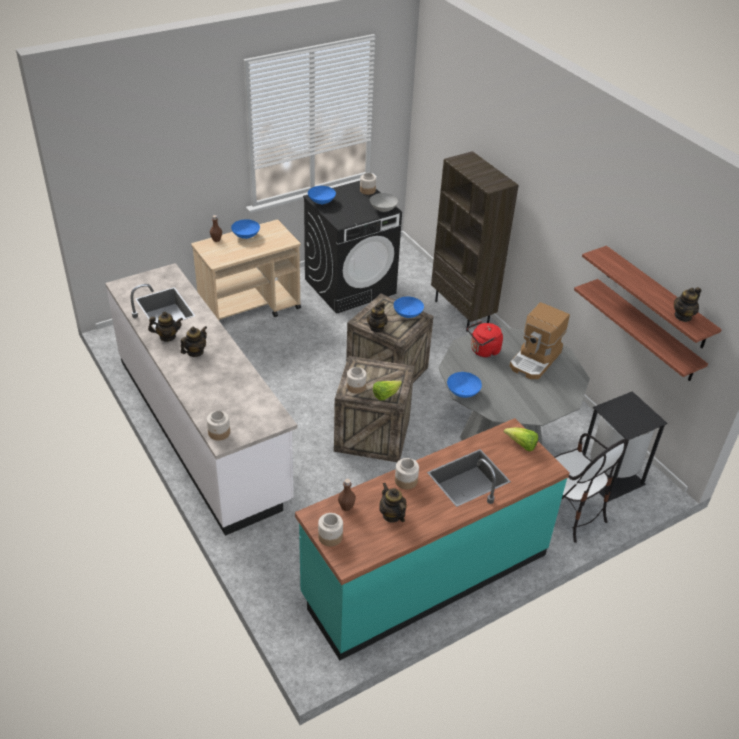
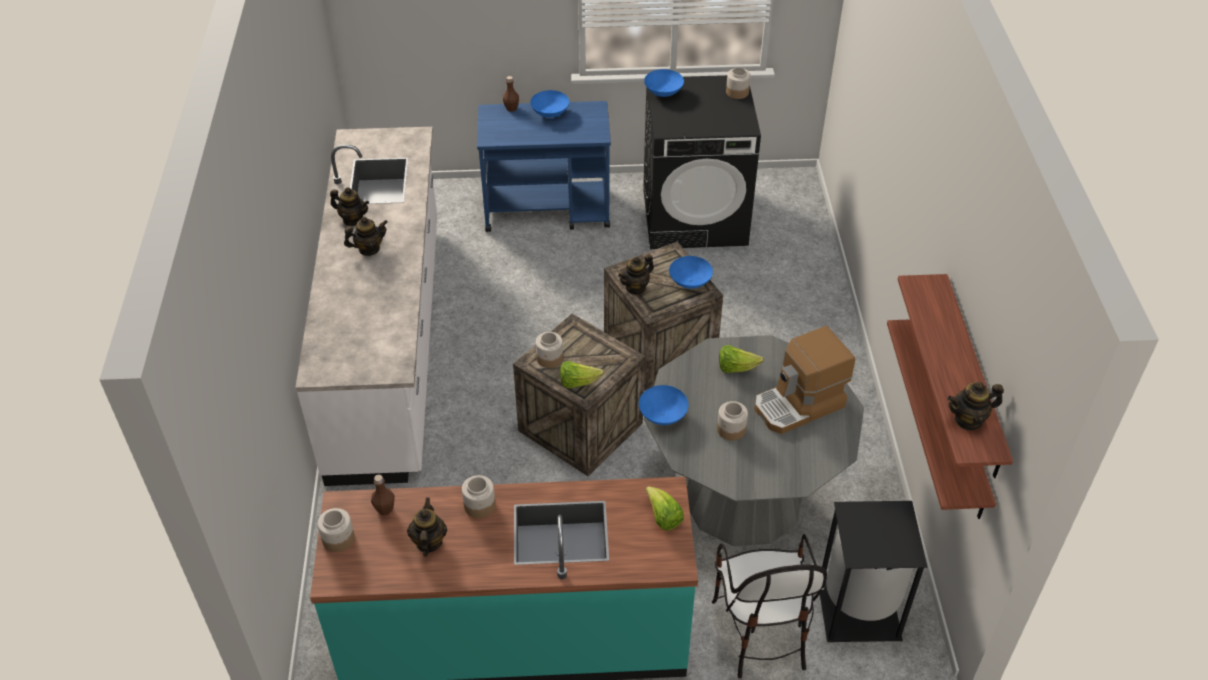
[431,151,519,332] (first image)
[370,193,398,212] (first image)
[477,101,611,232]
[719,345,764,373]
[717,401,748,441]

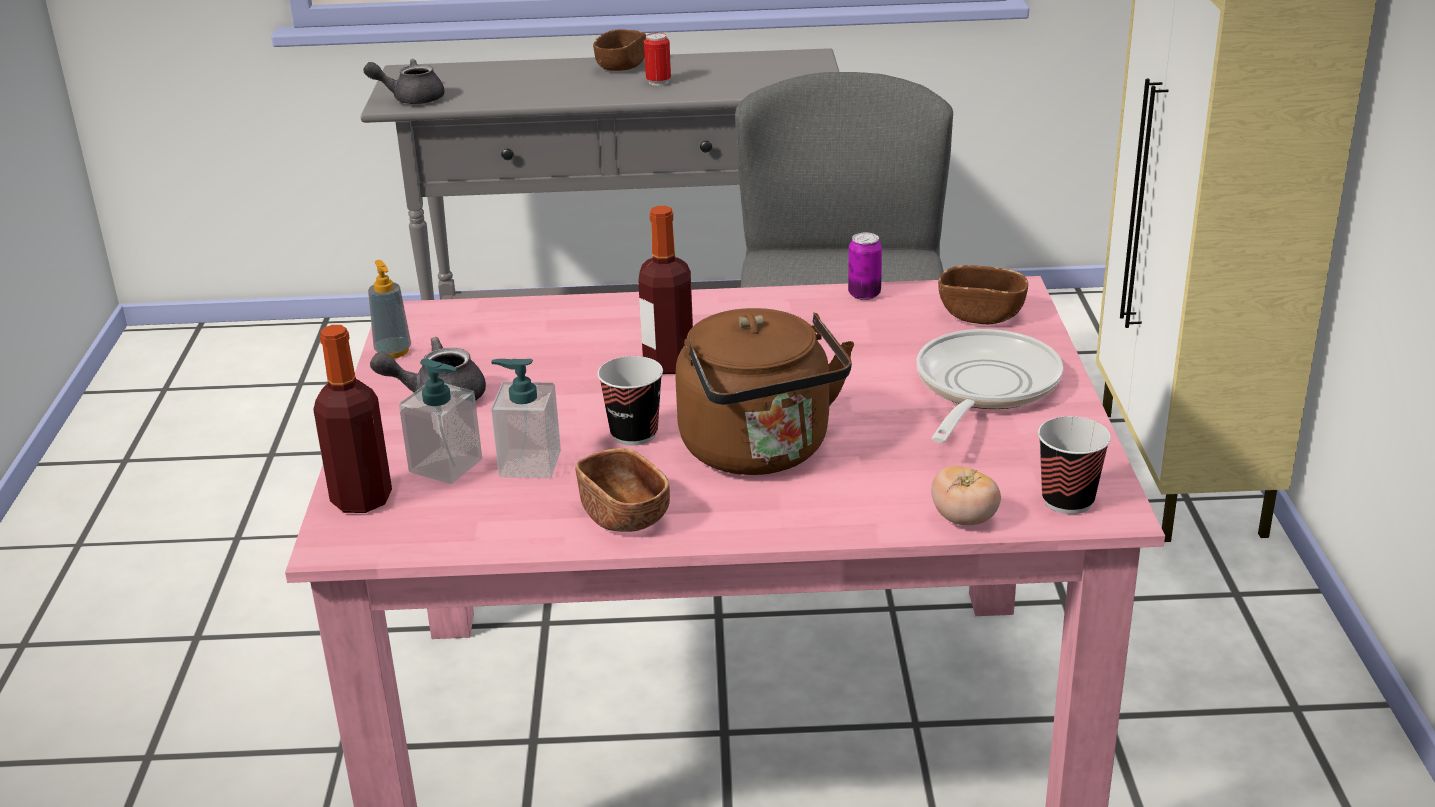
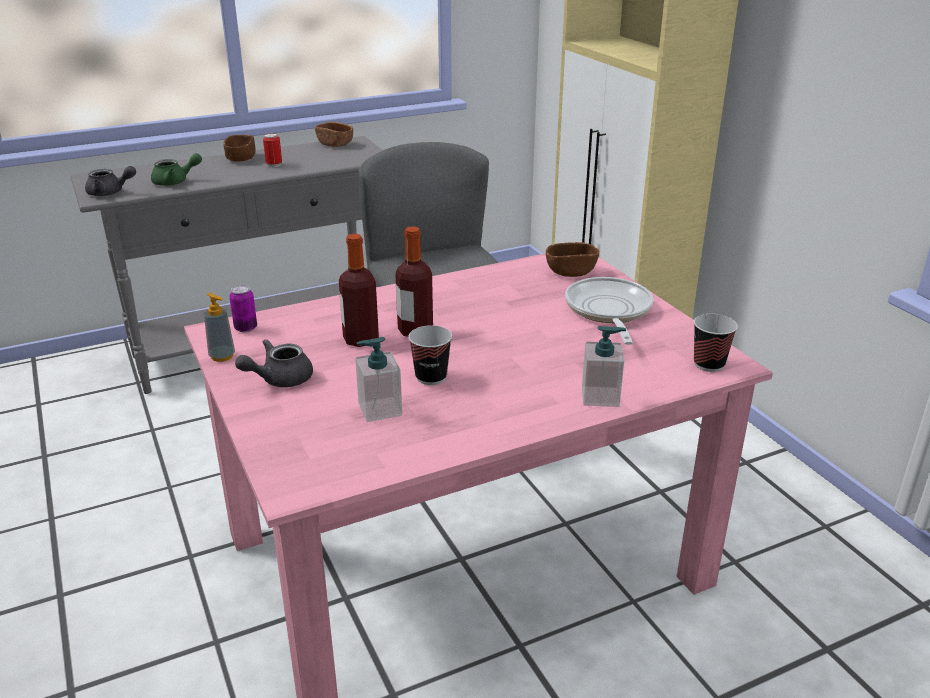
[85,166,136,196]
[229,285,257,332]
[675,308,854,475] (first image)
[339,234,379,347]
[582,326,626,407]
[315,122,353,147]
[931,466,1001,526] (first image)
[151,153,202,186]

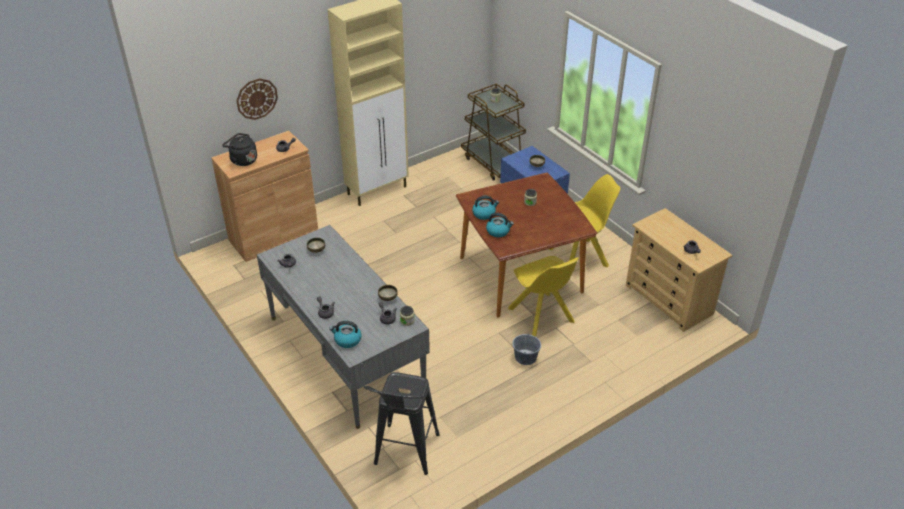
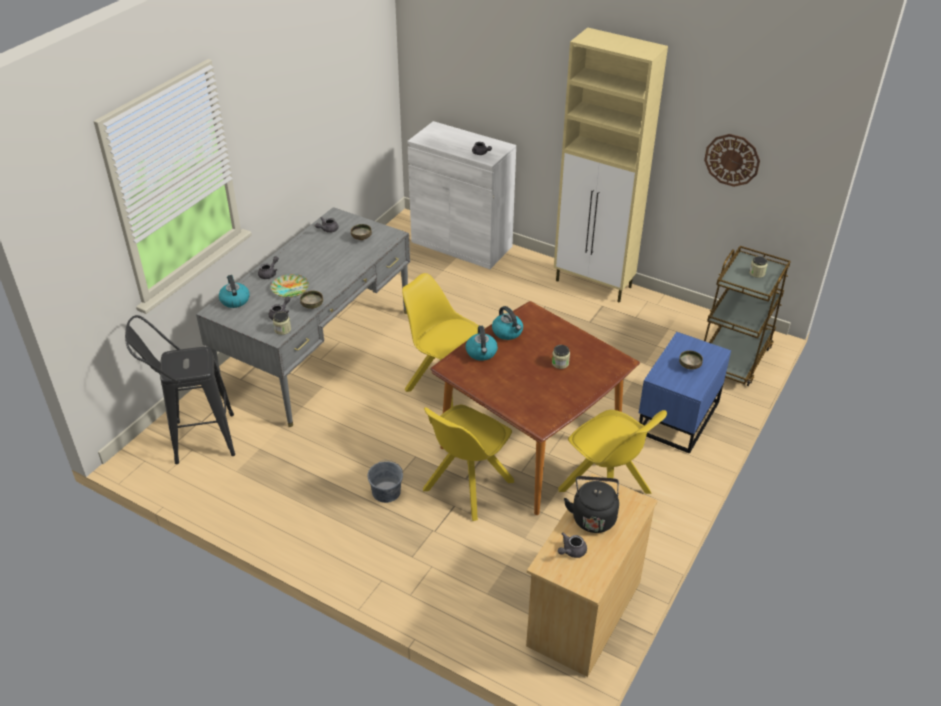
[704,134,760,187]
[407,121,516,269]
[564,476,619,533]
[402,273,478,408]
[271,274,309,298]

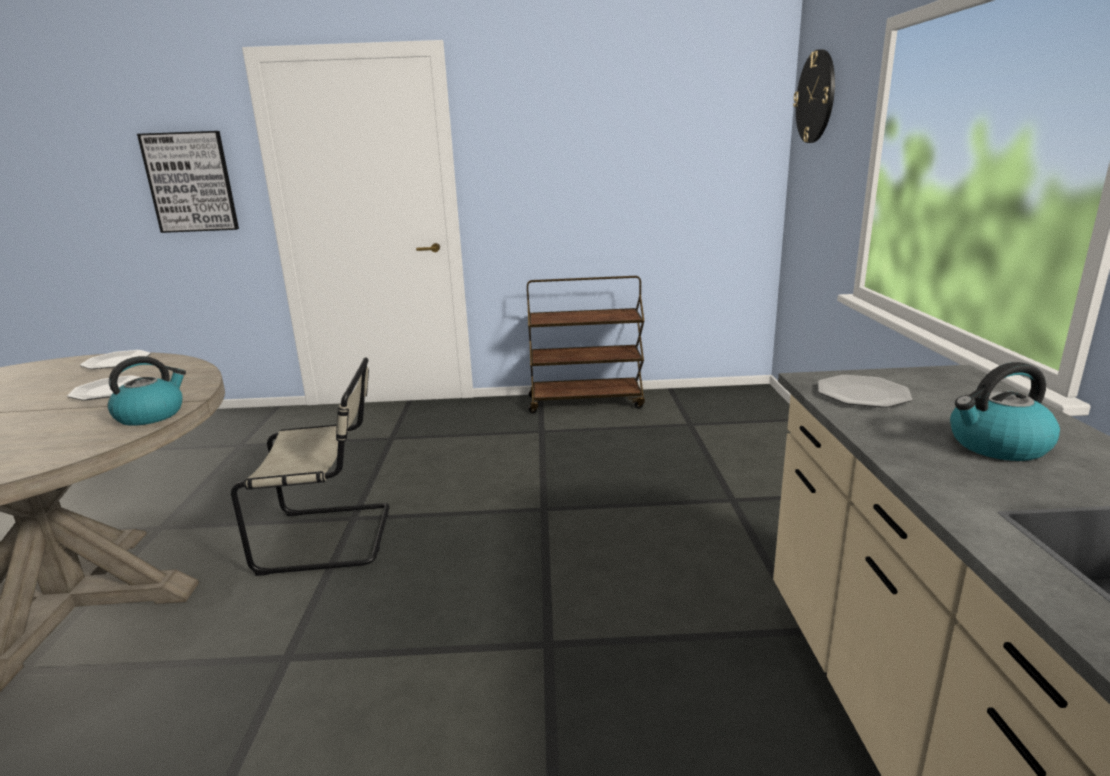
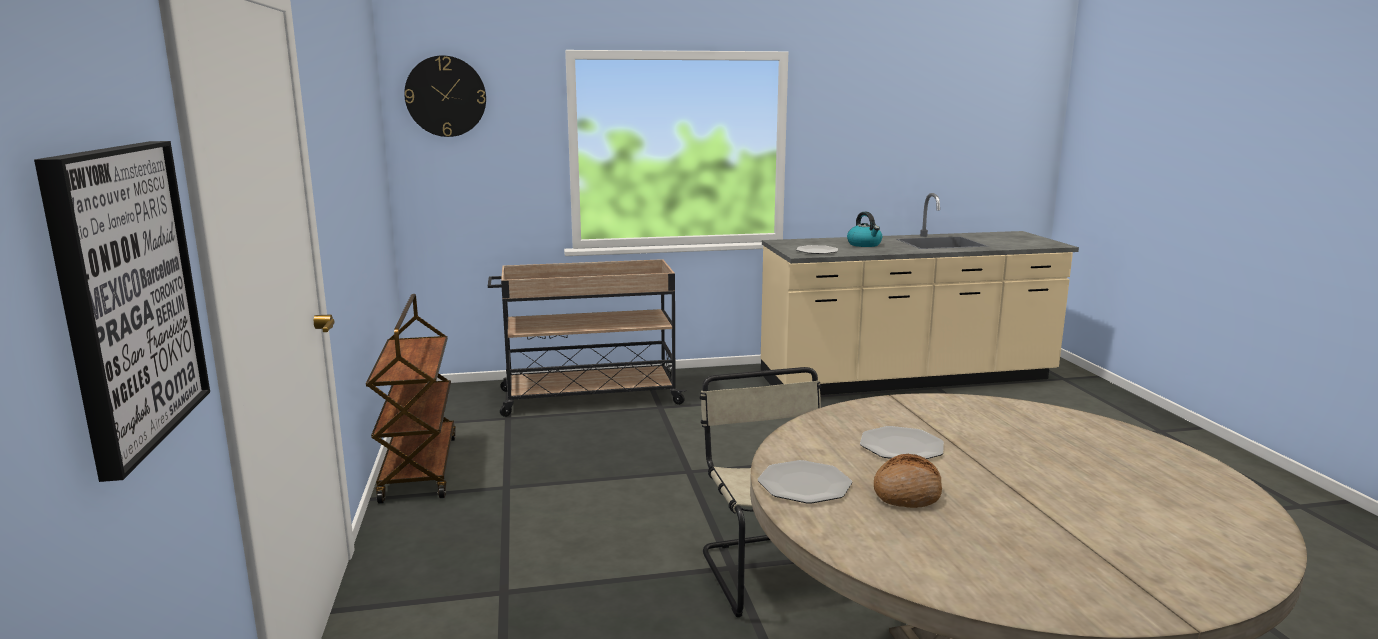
[108,356,186,426] (first image)
[488,259,686,417]
[874,454,942,508]

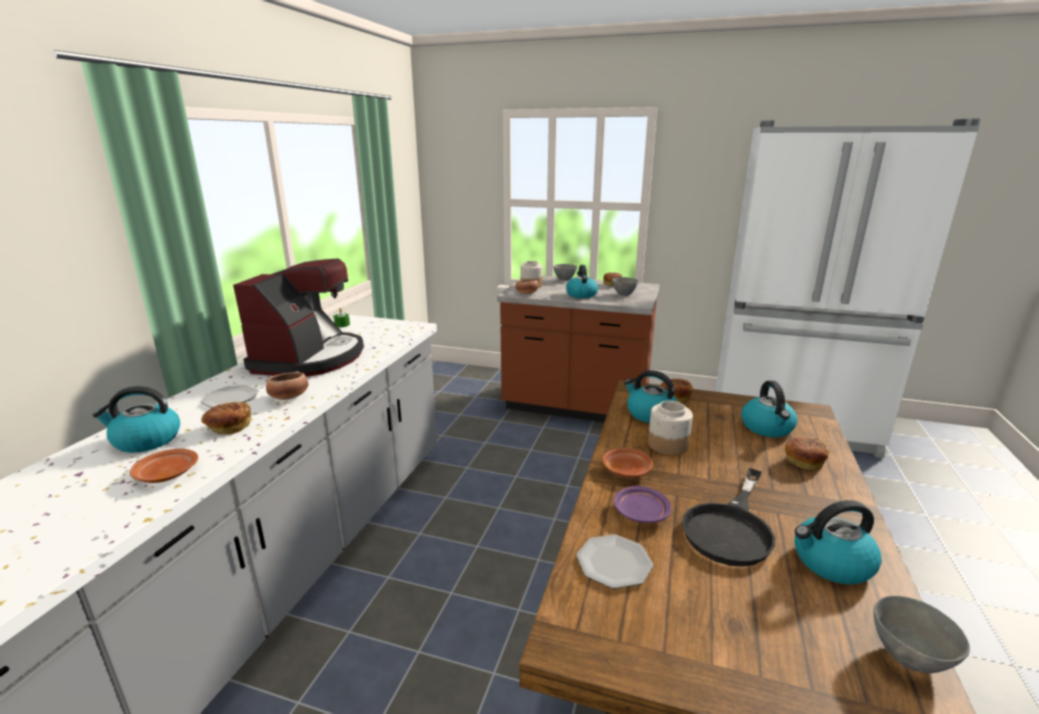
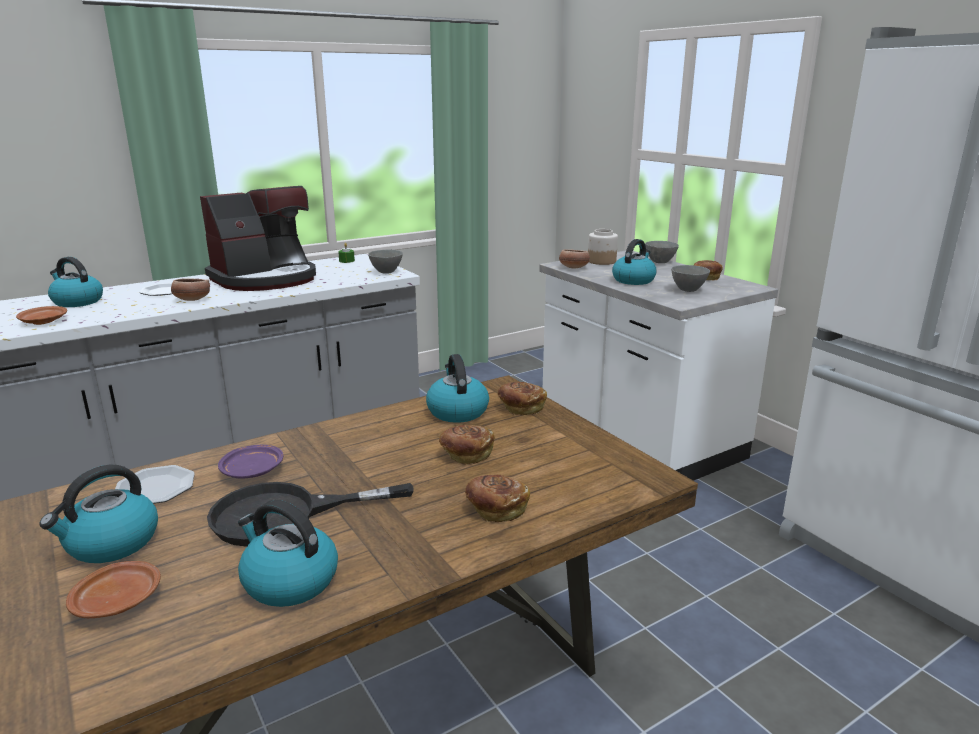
[539,250,778,481]
[39,465,158,563]
[648,401,693,455] (first image)
[439,425,495,465]
[66,561,161,618]
[368,250,403,274]

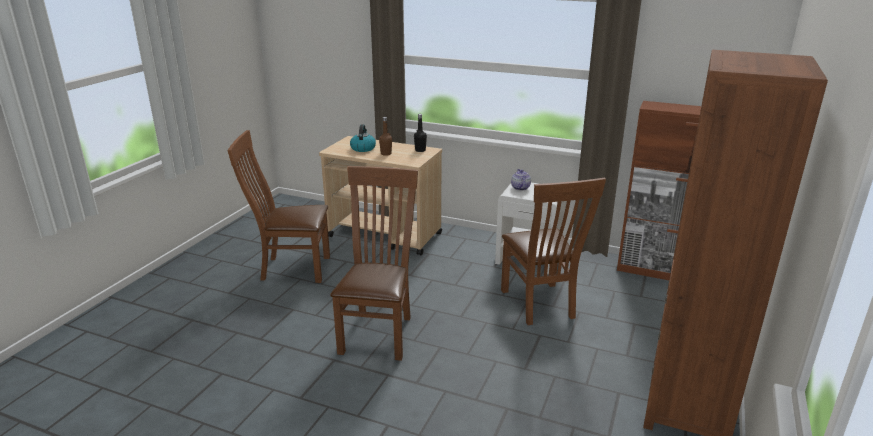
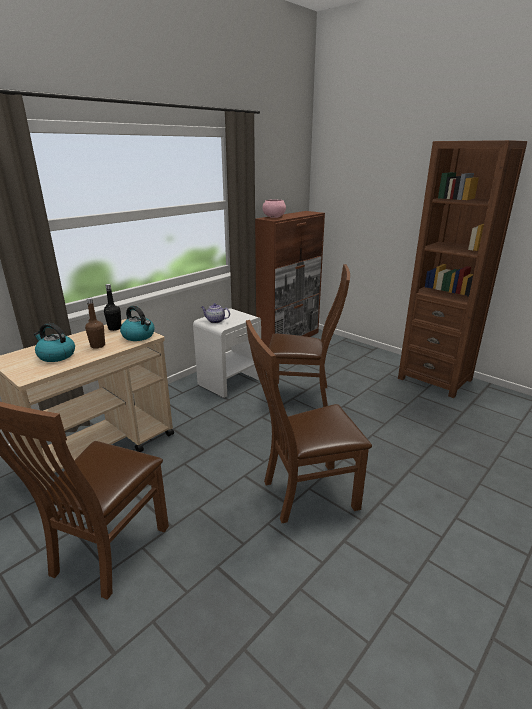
[246,320,372,523]
[262,200,286,218]
[120,306,154,341]

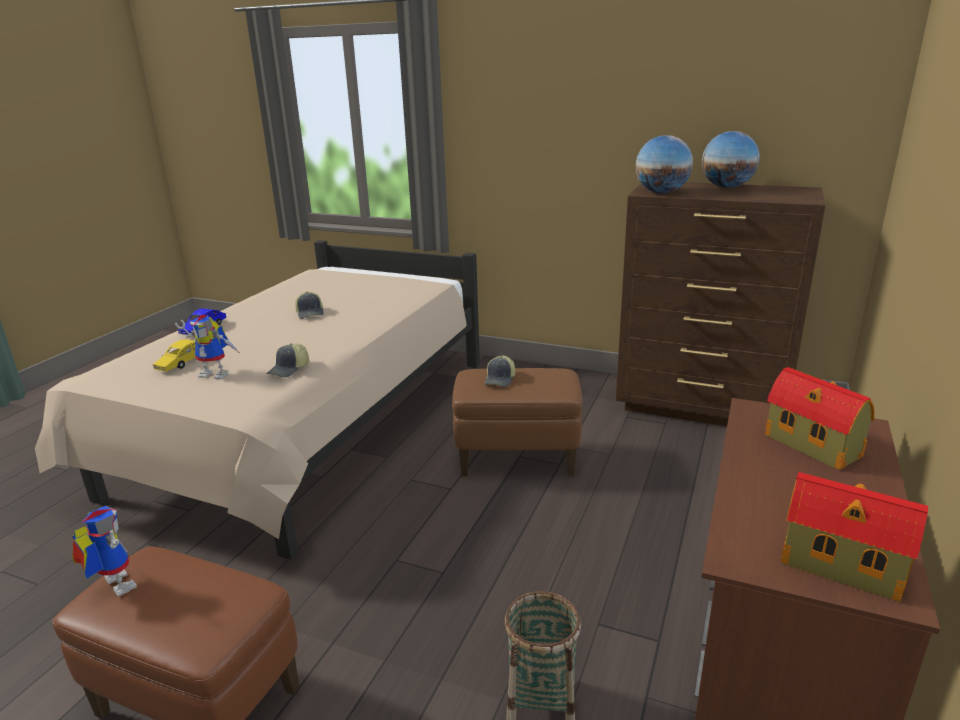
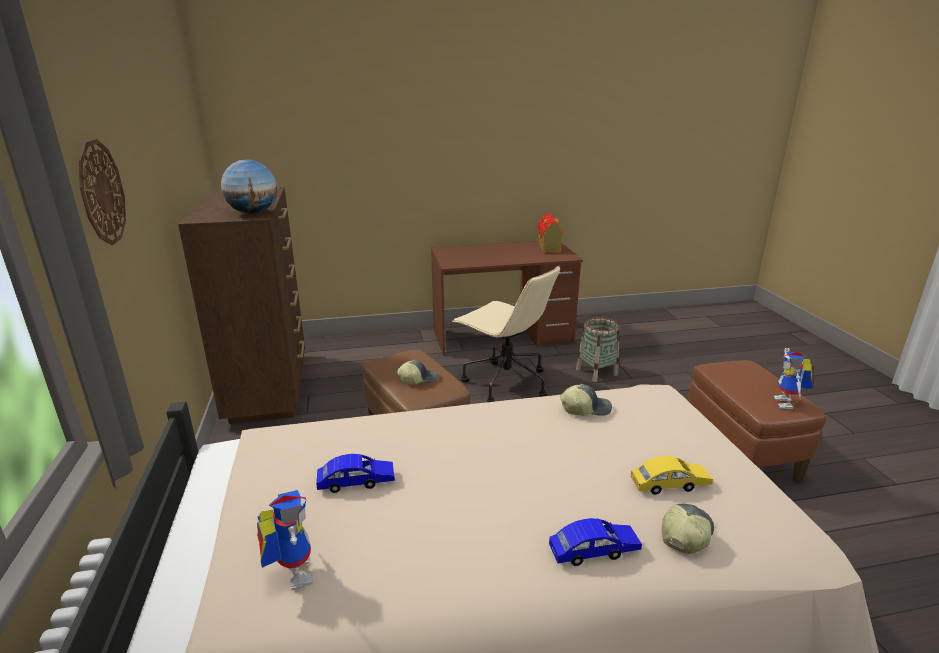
[702,131,759,188] (first image)
[662,504,714,554]
[257,490,313,591]
[765,367,875,470] (first image)
[79,139,126,245]
[452,266,560,402]
[316,454,395,493]

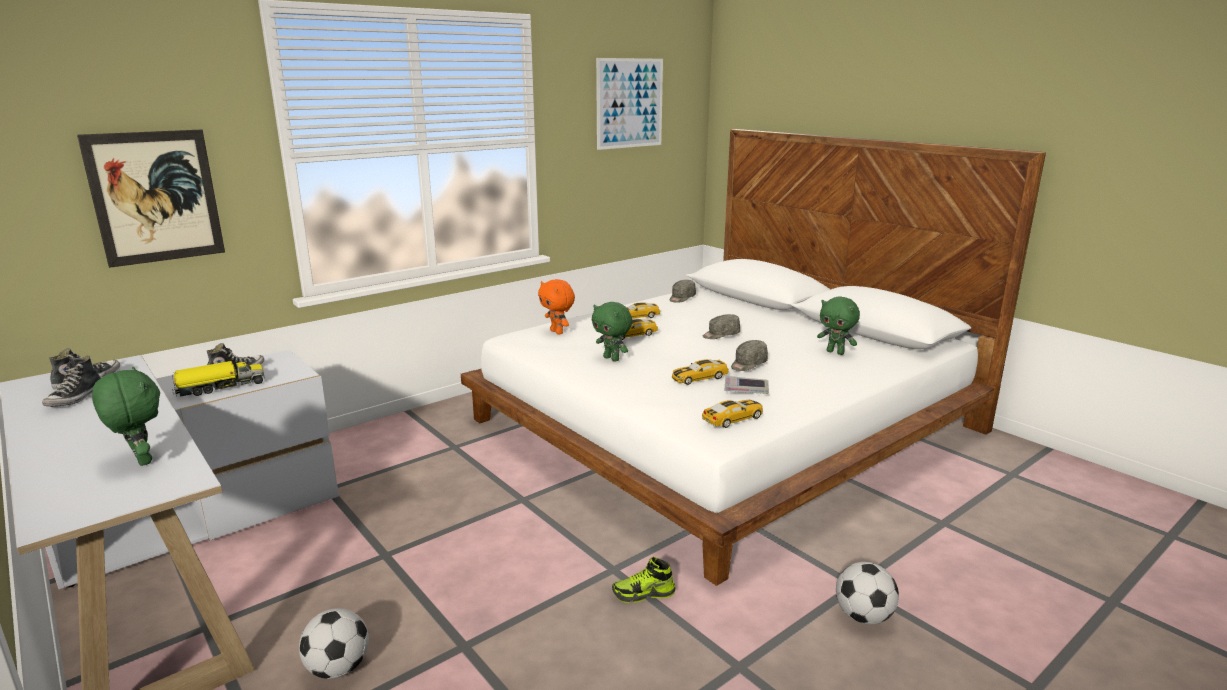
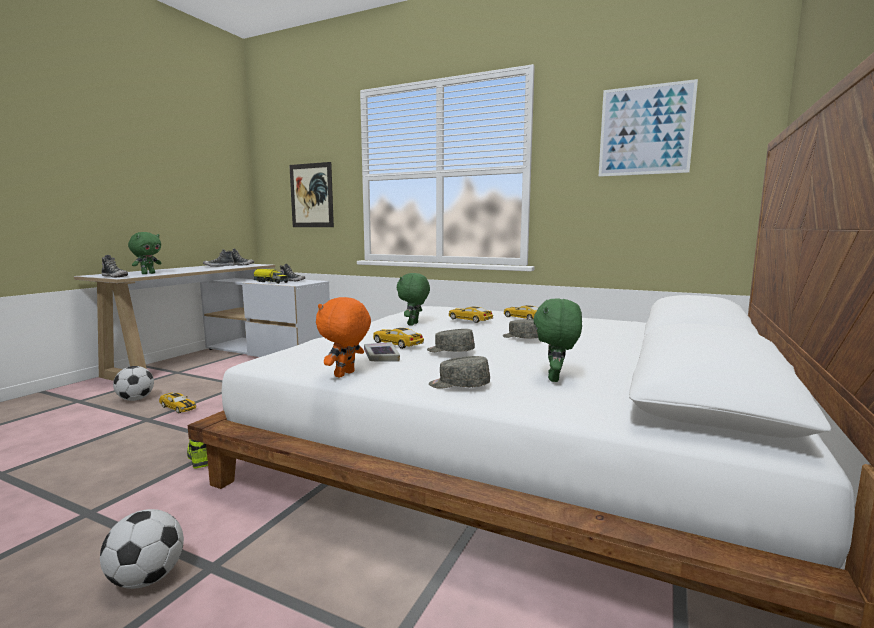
[316,297,371,378]
[429,356,490,389]
[159,392,196,414]
[101,255,128,278]

